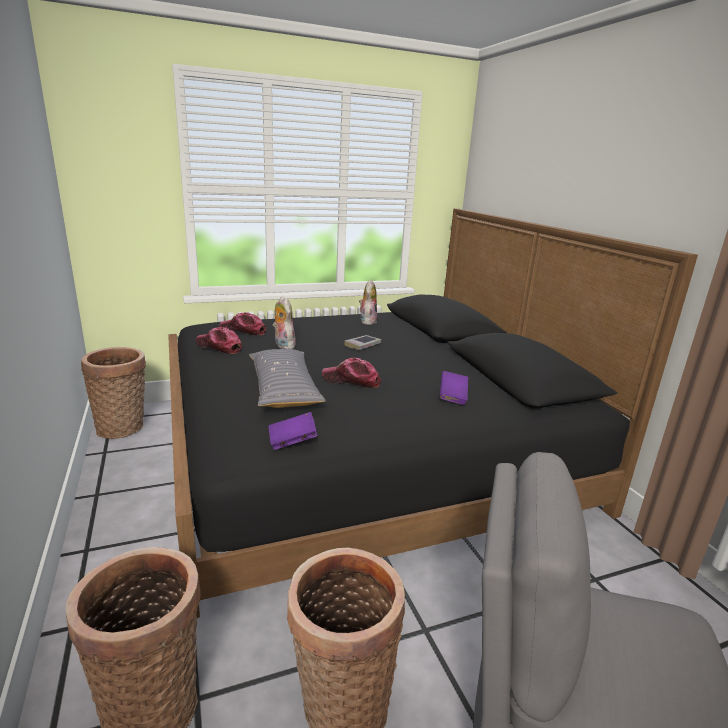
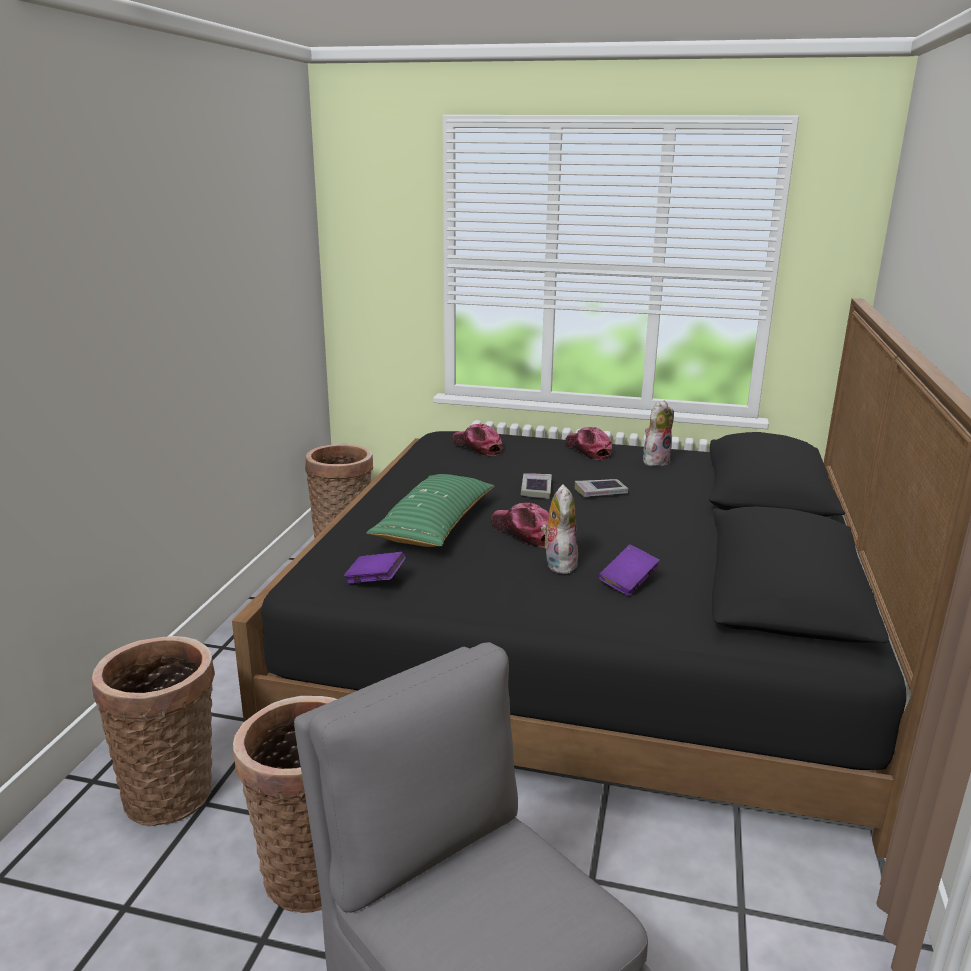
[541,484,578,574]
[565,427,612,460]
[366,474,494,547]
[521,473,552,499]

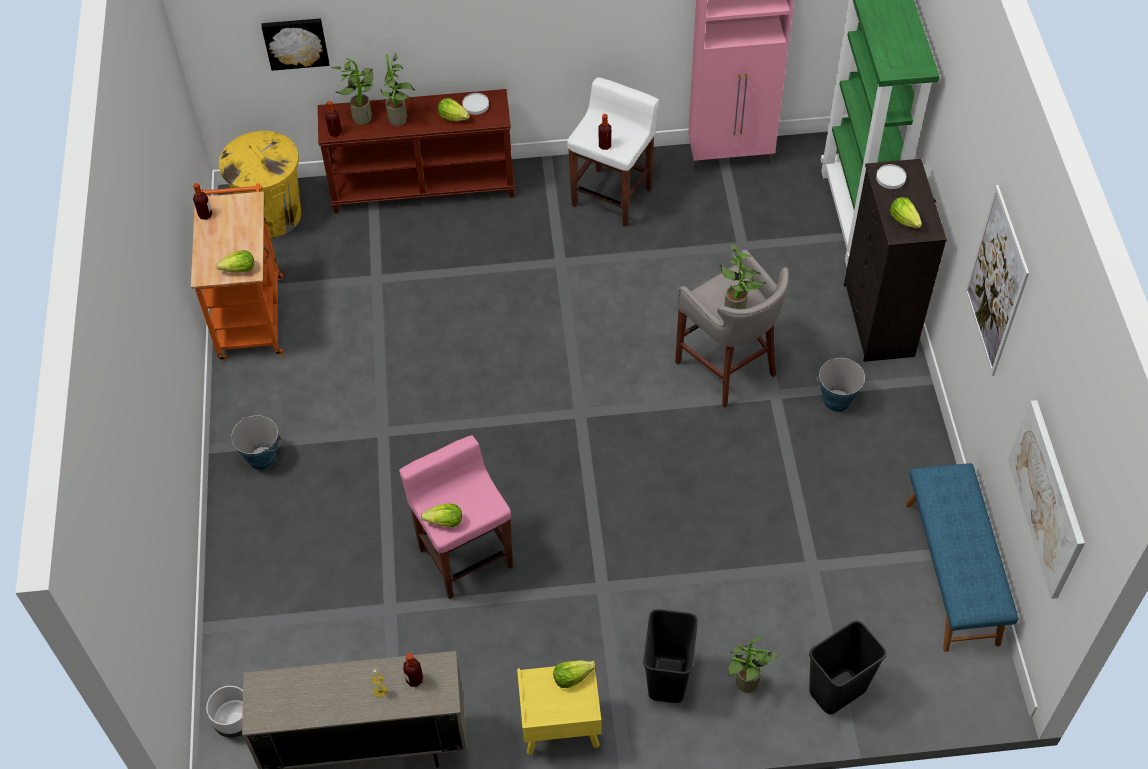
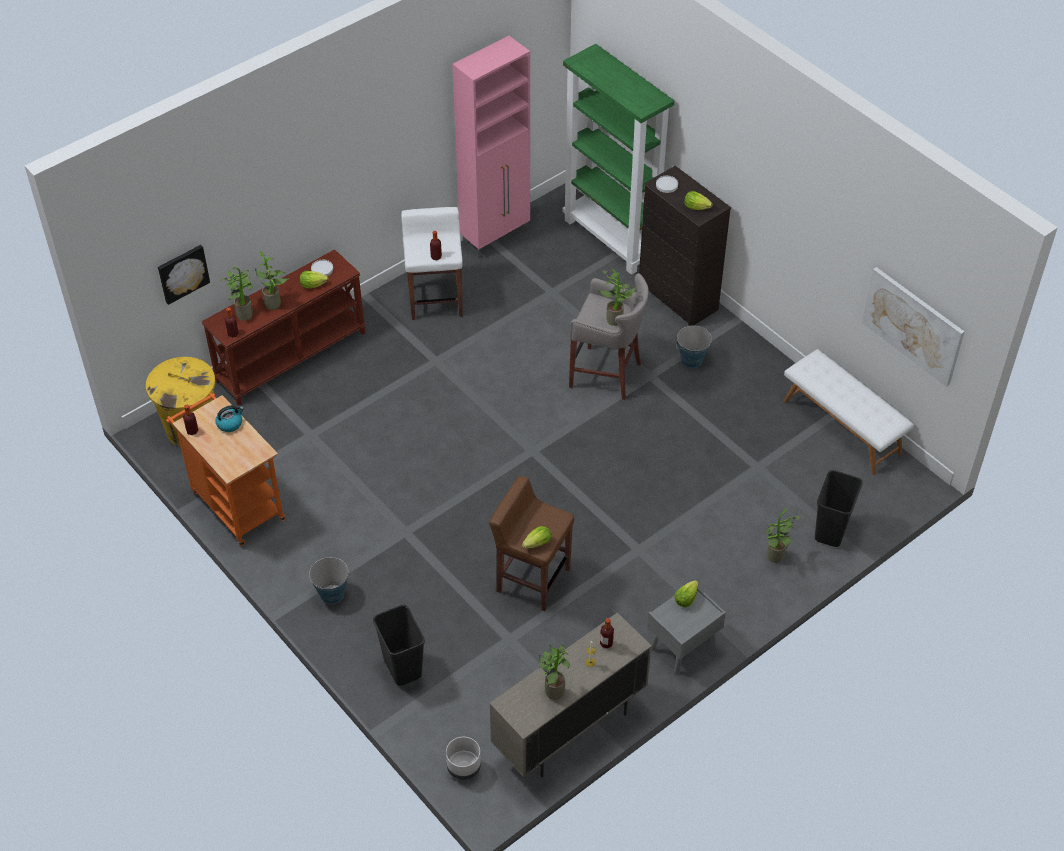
[965,185,1029,376] (first image)
[217,250,254,272] (first image)
[489,476,574,611]
[784,349,914,475]
[373,605,425,685]
[647,587,726,674]
[216,405,244,432]
[539,645,570,700]

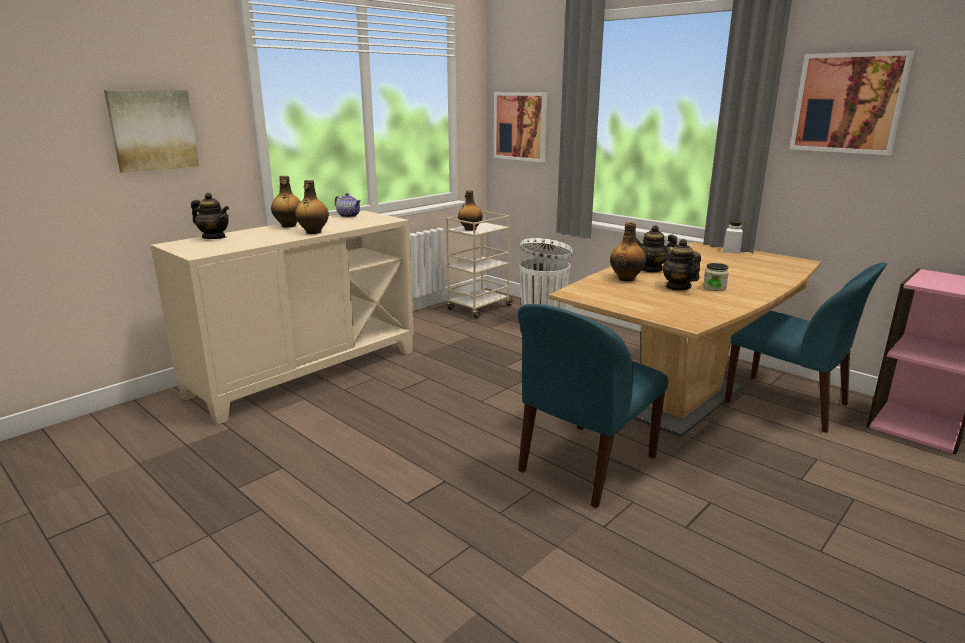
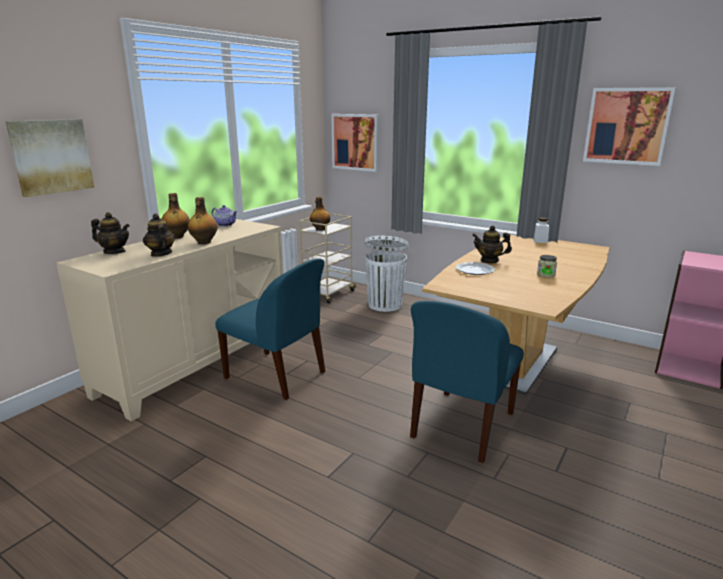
[456,262,495,275]
[143,214,175,257]
[215,258,325,400]

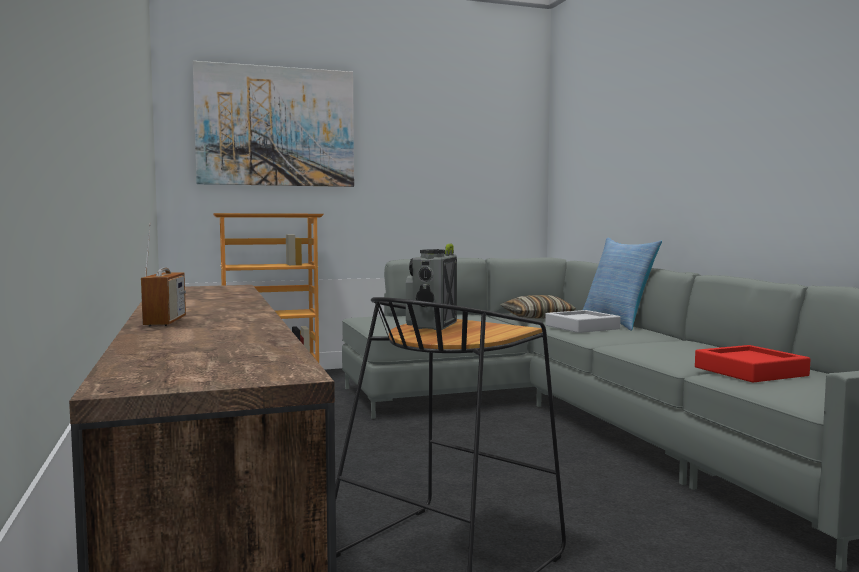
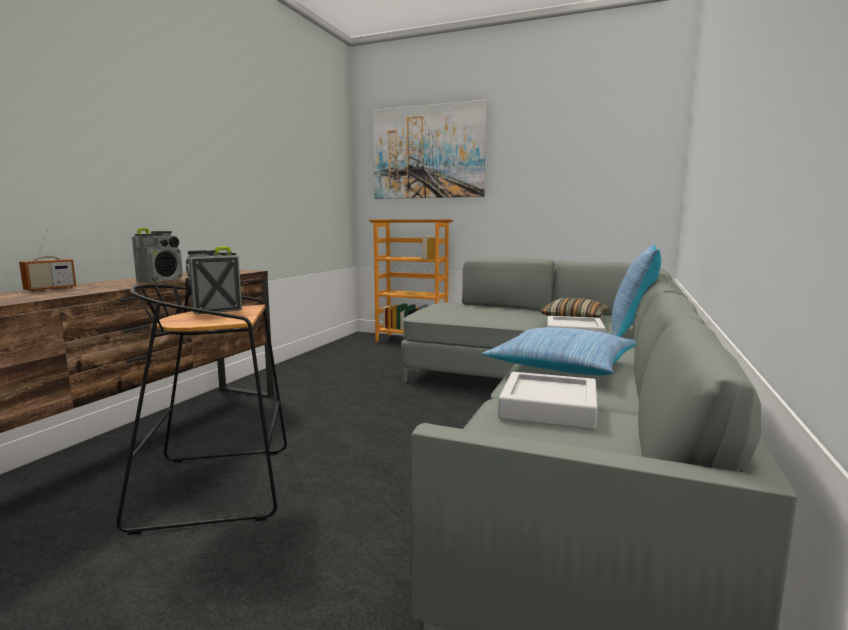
[498,372,598,430]
[132,228,183,283]
[482,327,636,375]

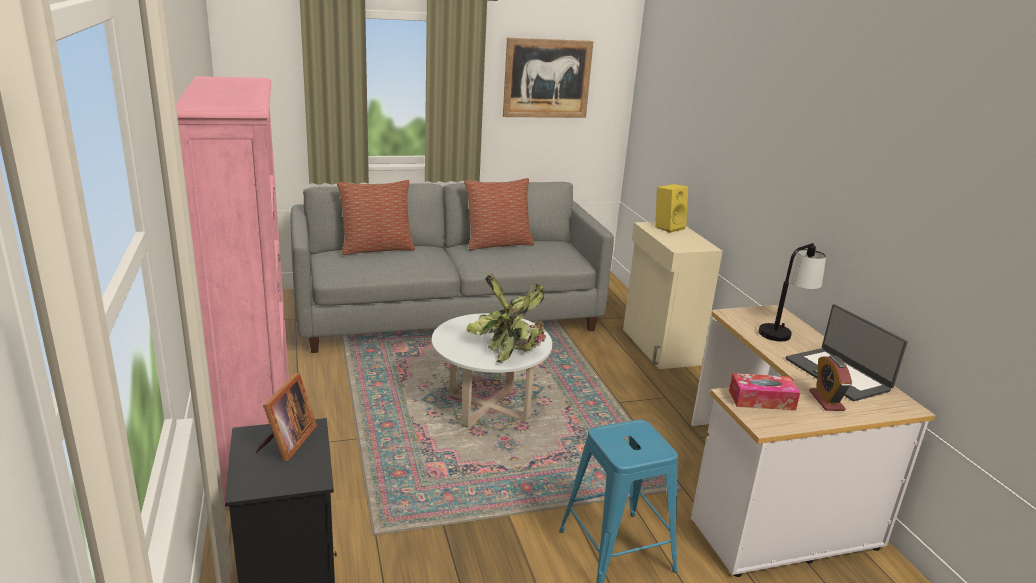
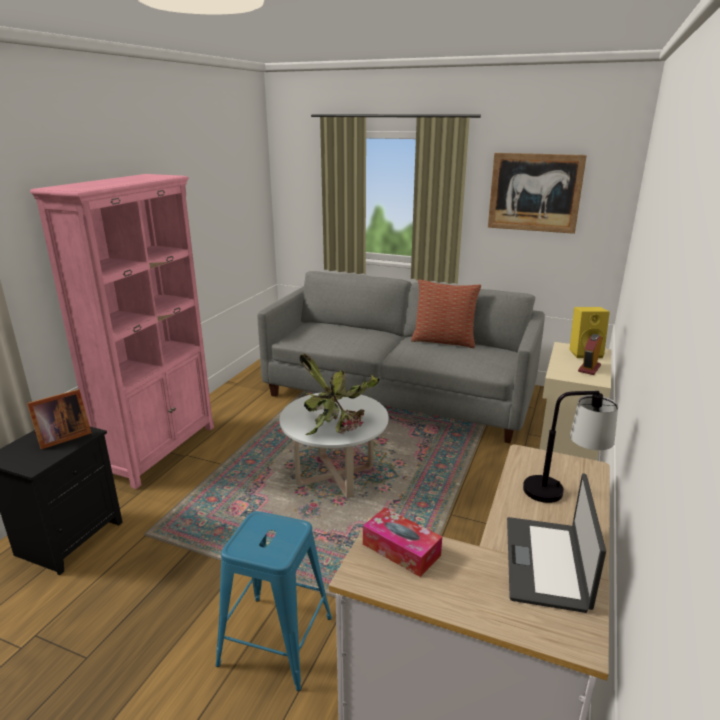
[337,180,415,255] (first image)
[578,334,603,375]

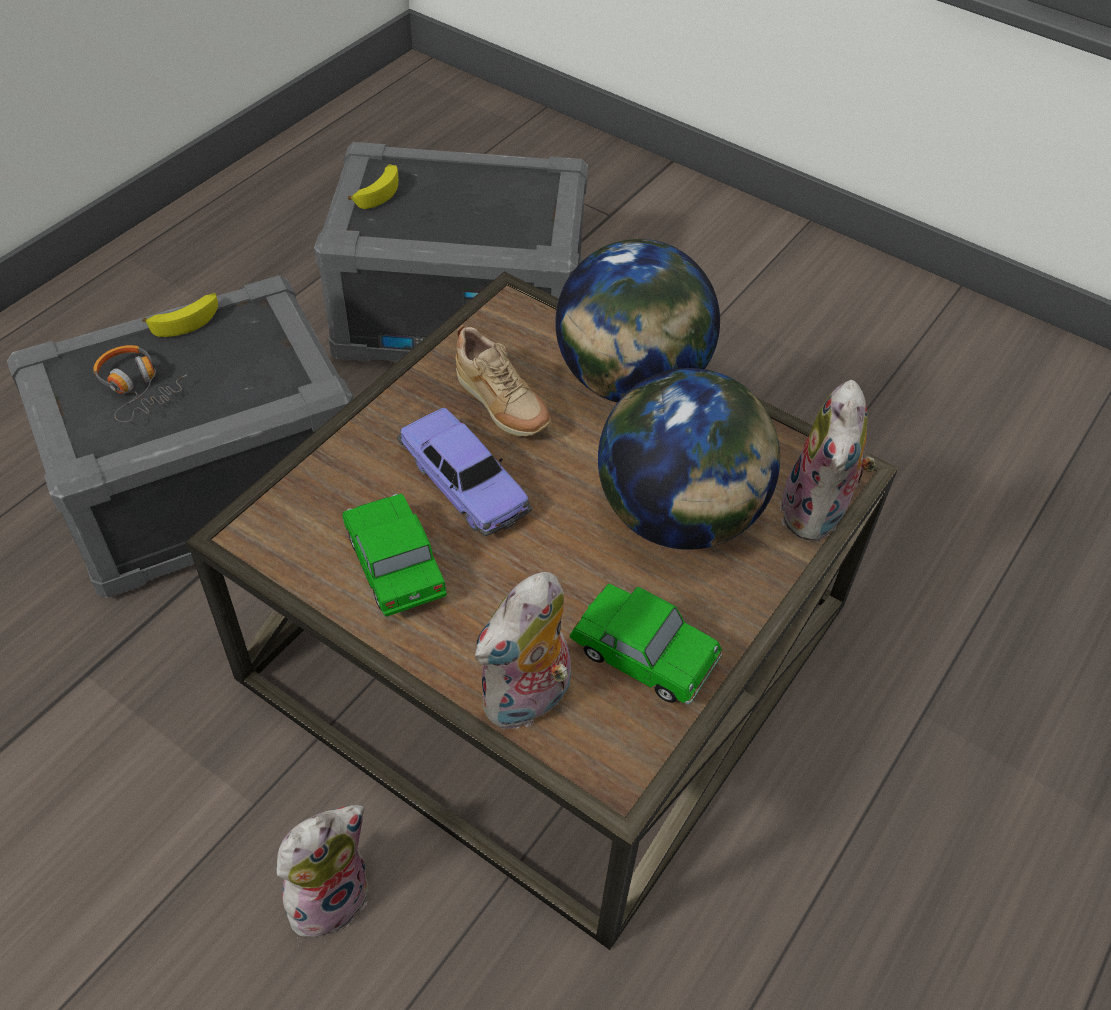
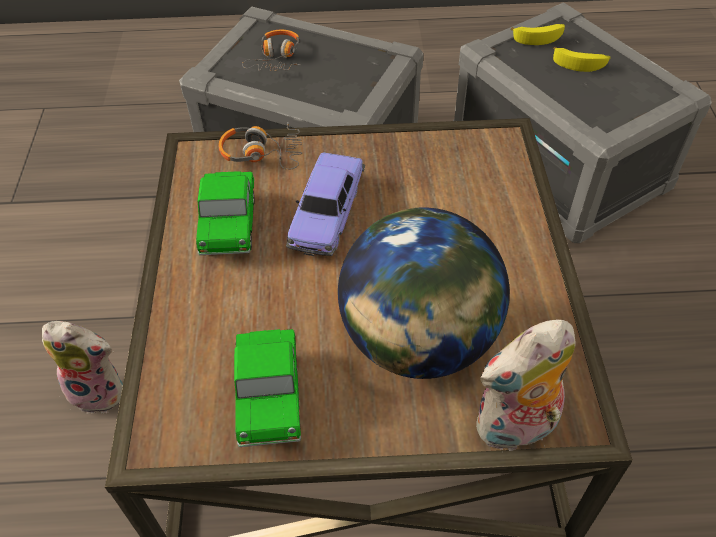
[555,239,720,403] (first image)
[553,47,611,72]
[456,325,551,437] (first image)
[196,171,255,255]
[475,572,571,731] (first image)
[219,122,302,170]

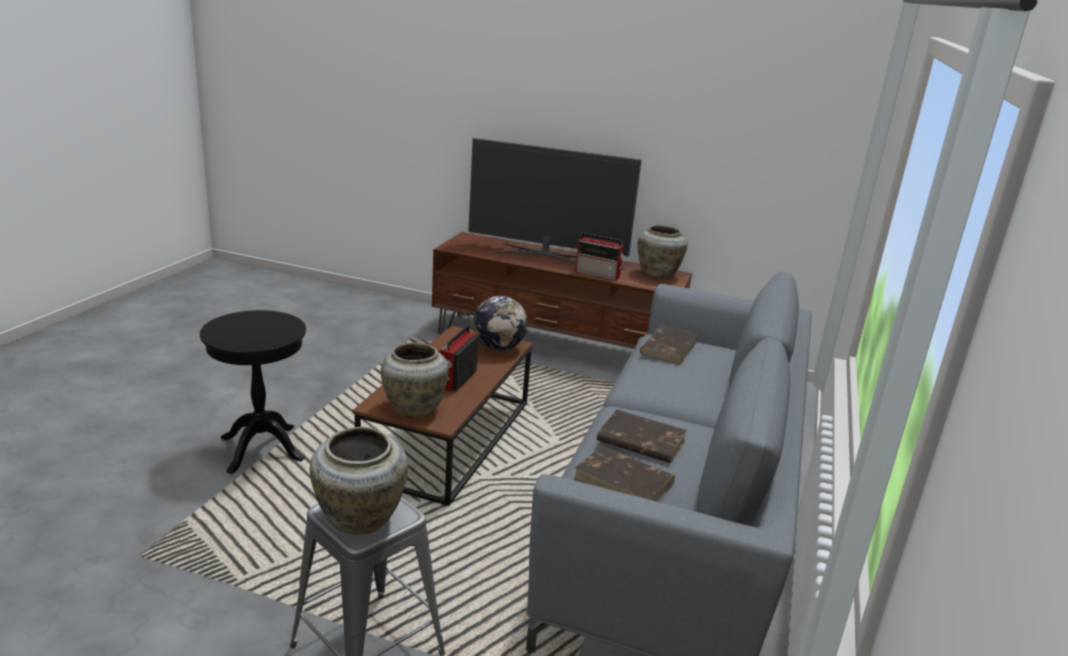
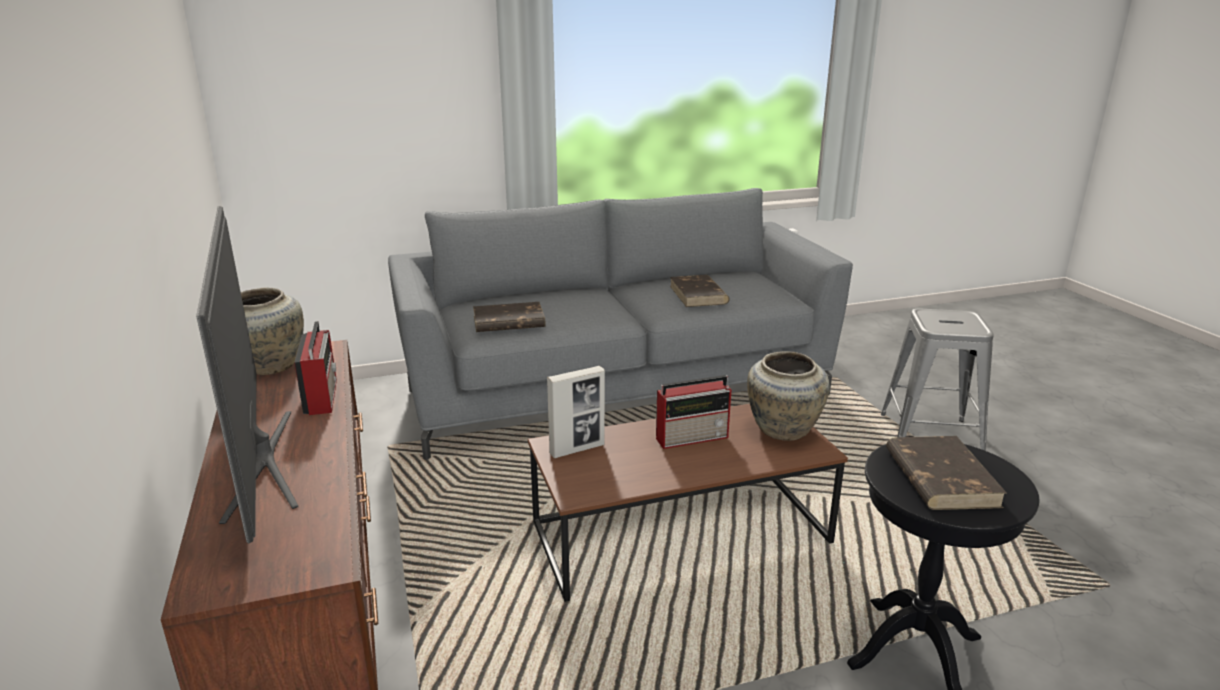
[547,366,605,458]
[310,427,408,535] (first image)
[886,436,1007,510]

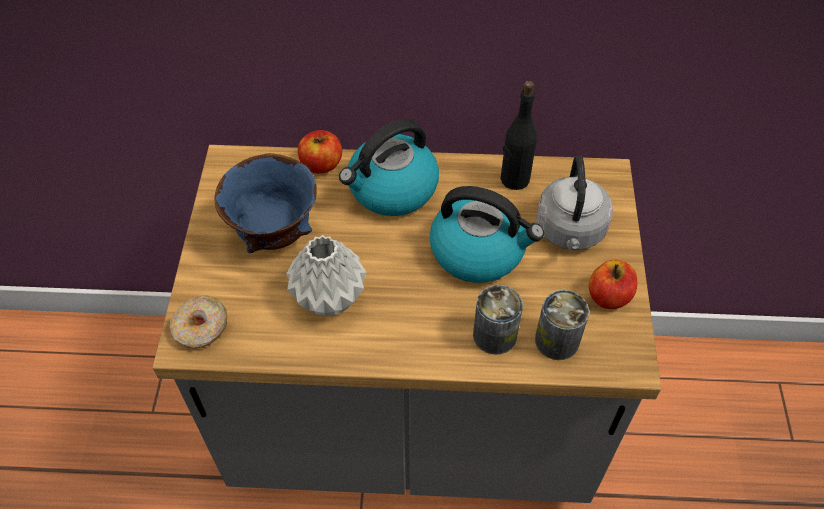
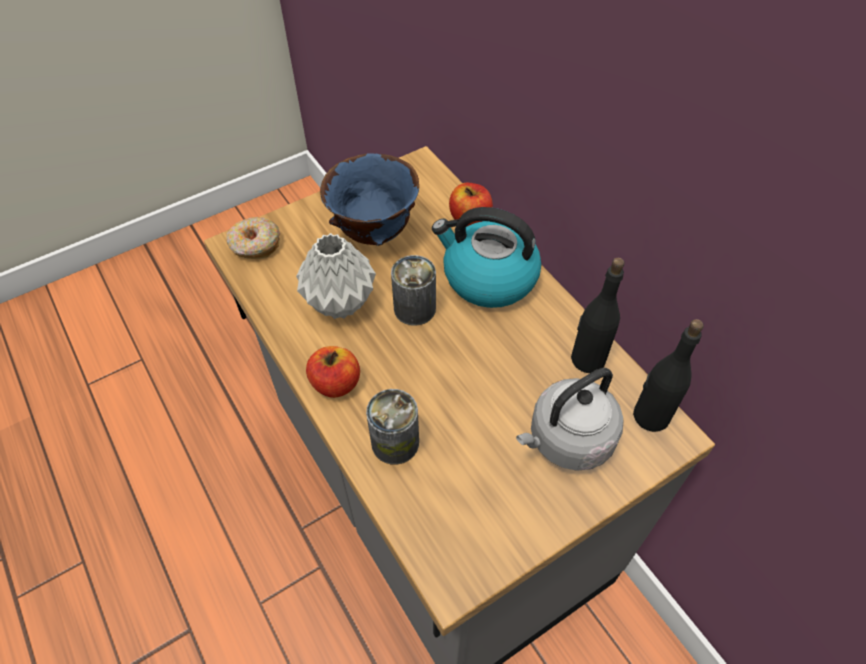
[430,186,544,283] (first image)
[306,346,360,398]
[391,255,436,326]
[633,319,704,432]

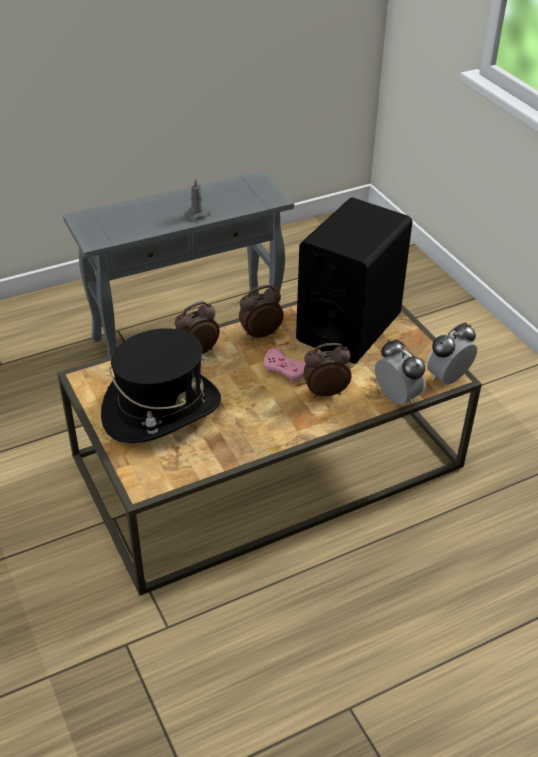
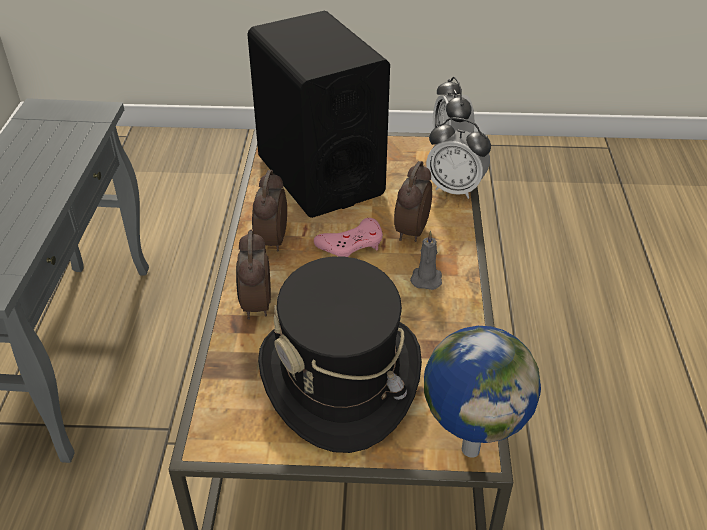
[410,231,442,290]
[426,118,491,199]
[424,326,541,458]

